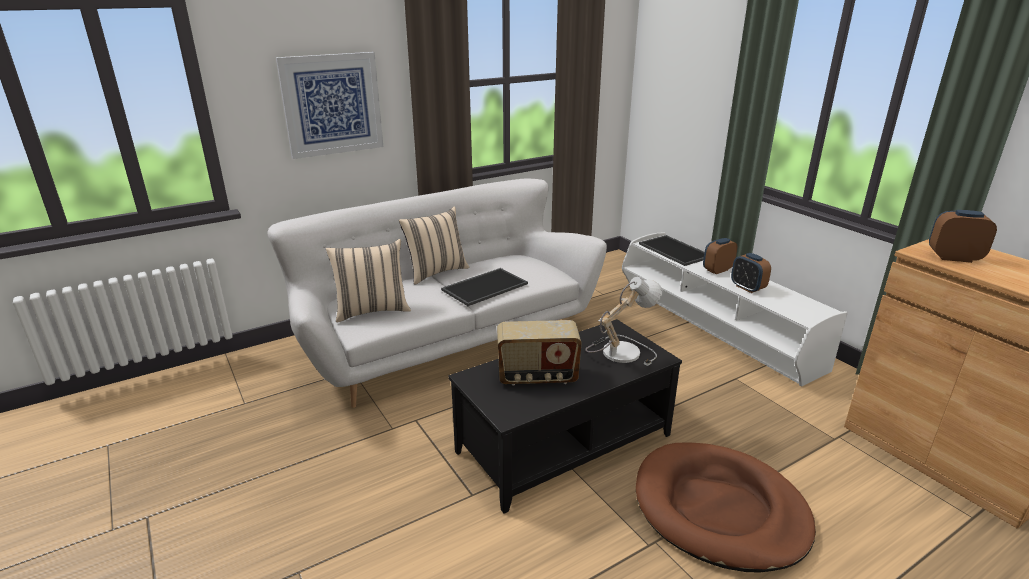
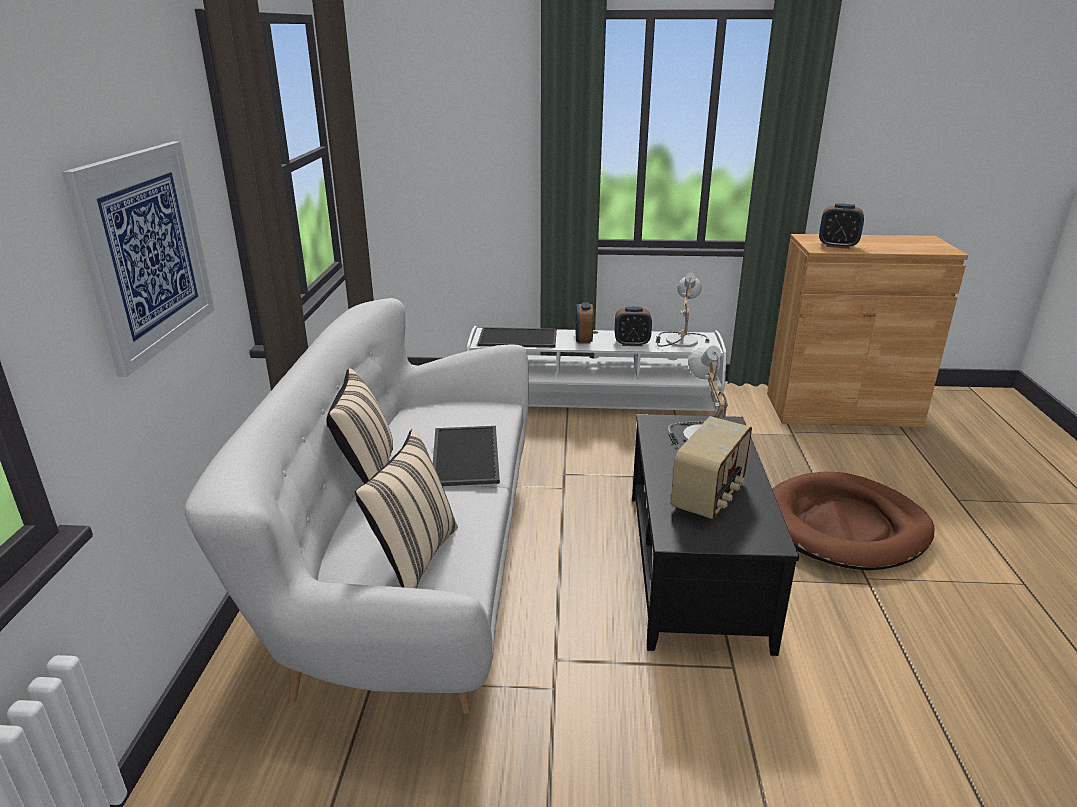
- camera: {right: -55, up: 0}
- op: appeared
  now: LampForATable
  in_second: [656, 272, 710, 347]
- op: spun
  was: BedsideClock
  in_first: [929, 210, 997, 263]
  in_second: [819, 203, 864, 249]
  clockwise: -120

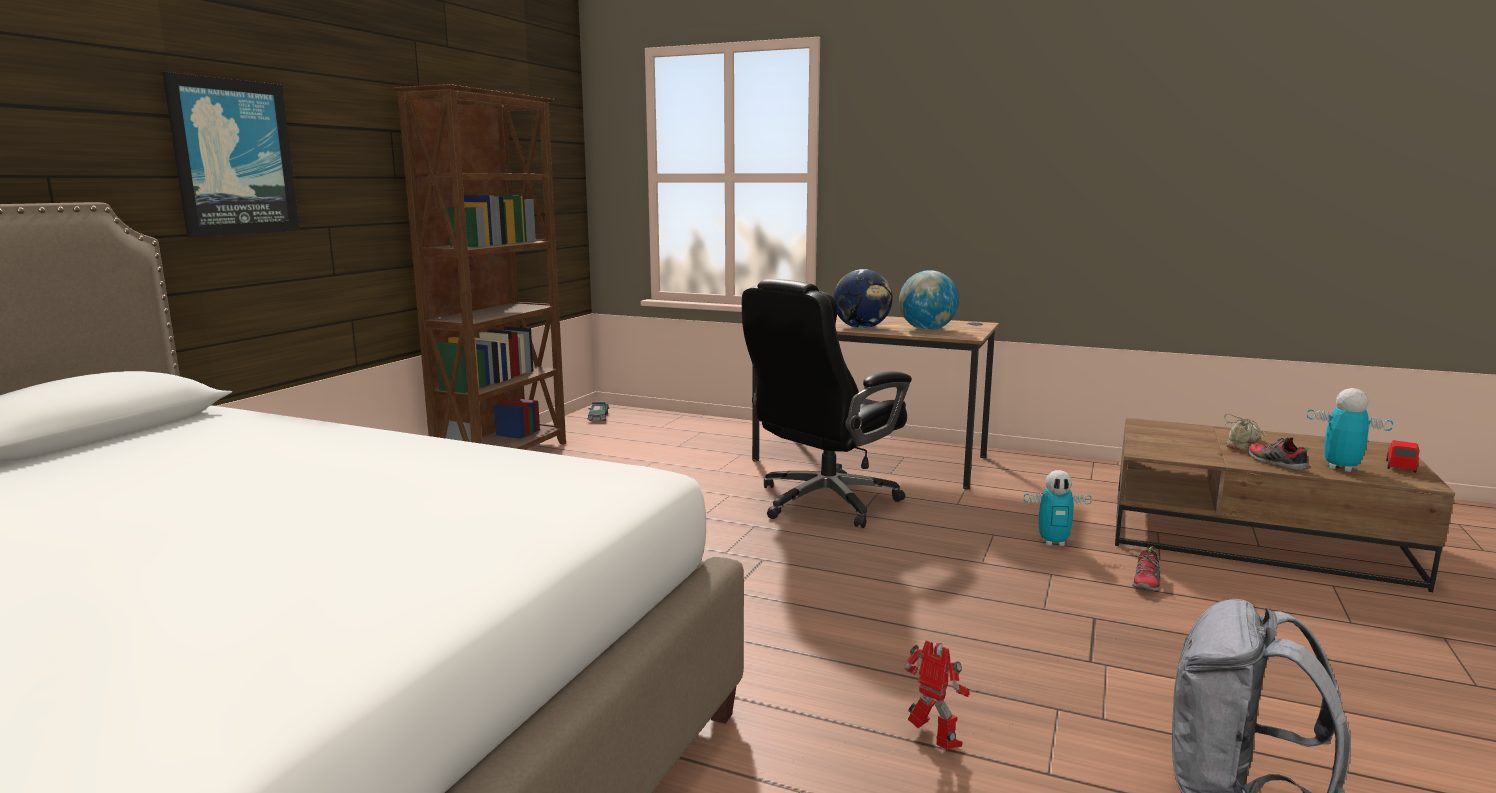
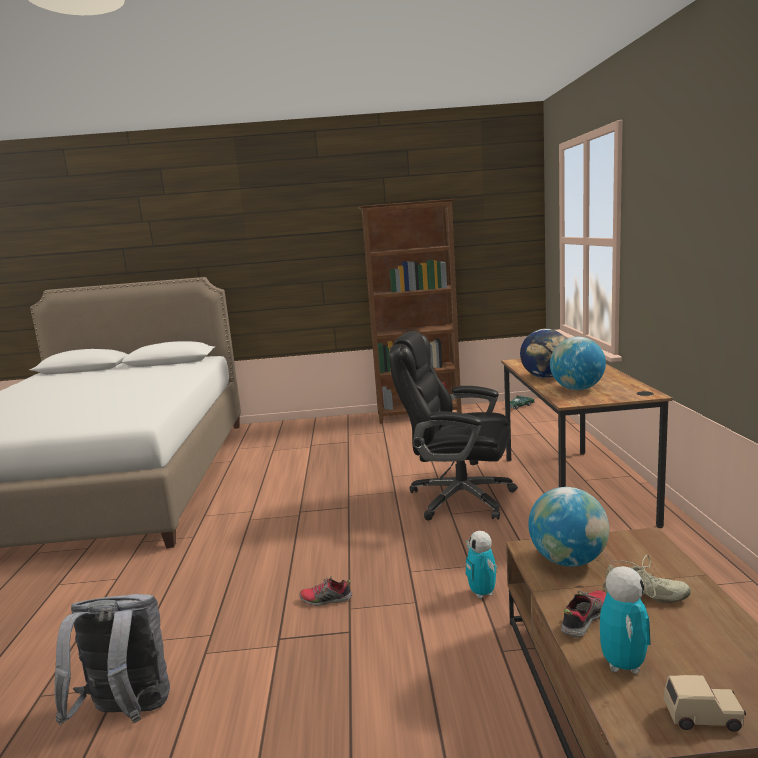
- camera: {right: 65, up: 0}
- op: missing
  was: WallArt
  in_first: [162, 72, 300, 237]
- op: missing
  was: ModelRobot
  in_first: [904, 640, 970, 749]
- op: appeared
  now: WorldGlobe
  in_second: [528, 487, 609, 567]
- op: relocated
  was: LowShoe
  in_first: [1132, 546, 1161, 591]
  in_second: [299, 576, 352, 606]
- op: colour
  was: ReddishToyCar
  now: BeigeColouredToyCar
  in_first: [1386, 440, 1420, 473]
  in_second: [664, 675, 746, 732]

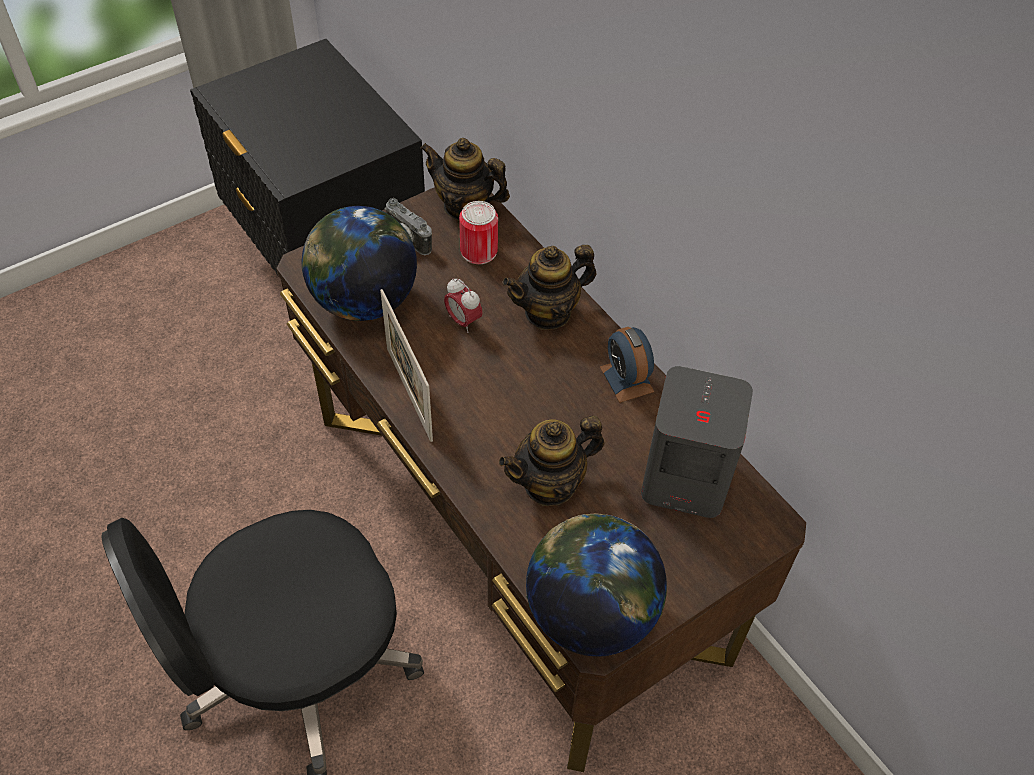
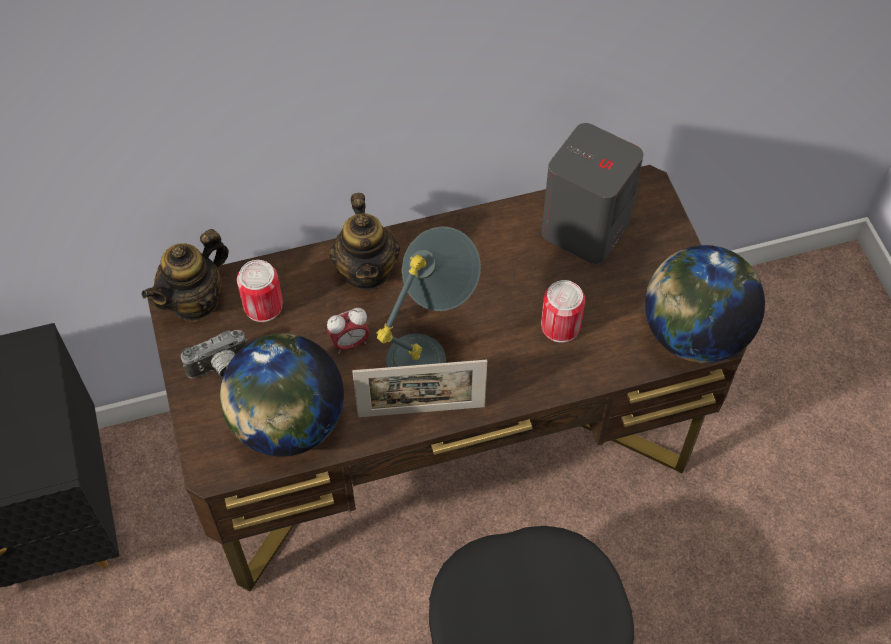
- camera: {right: -70, up: 5}
- op: missing
  was: BedsideClock
  in_first: [600, 327, 654, 403]
- op: appeared
  now: GreyishLampForATable
  in_second: [376, 227, 481, 367]
- op: exchanged
  was: TeaPot
  now: SealedCan
  in_first: [499, 416, 604, 506]
  in_second: [541, 280, 585, 343]

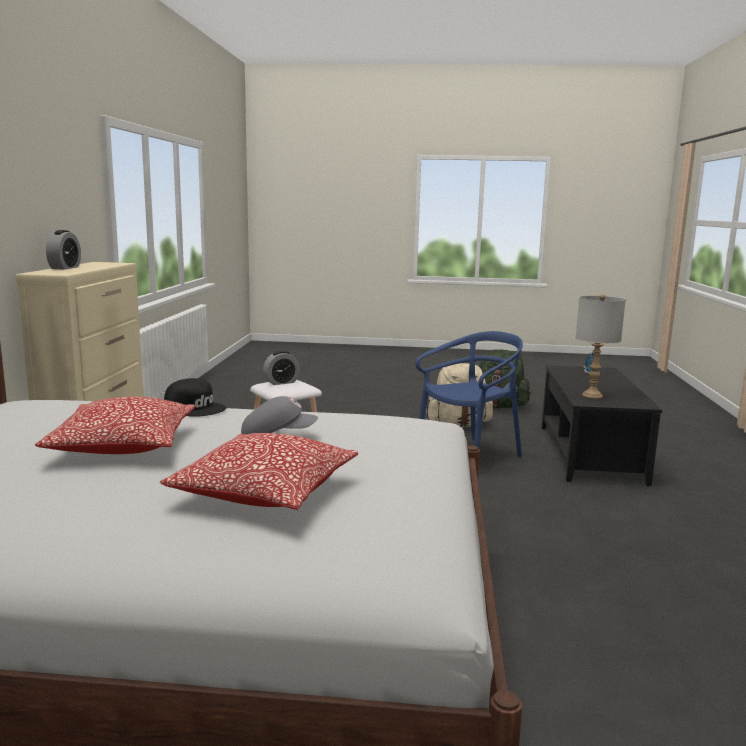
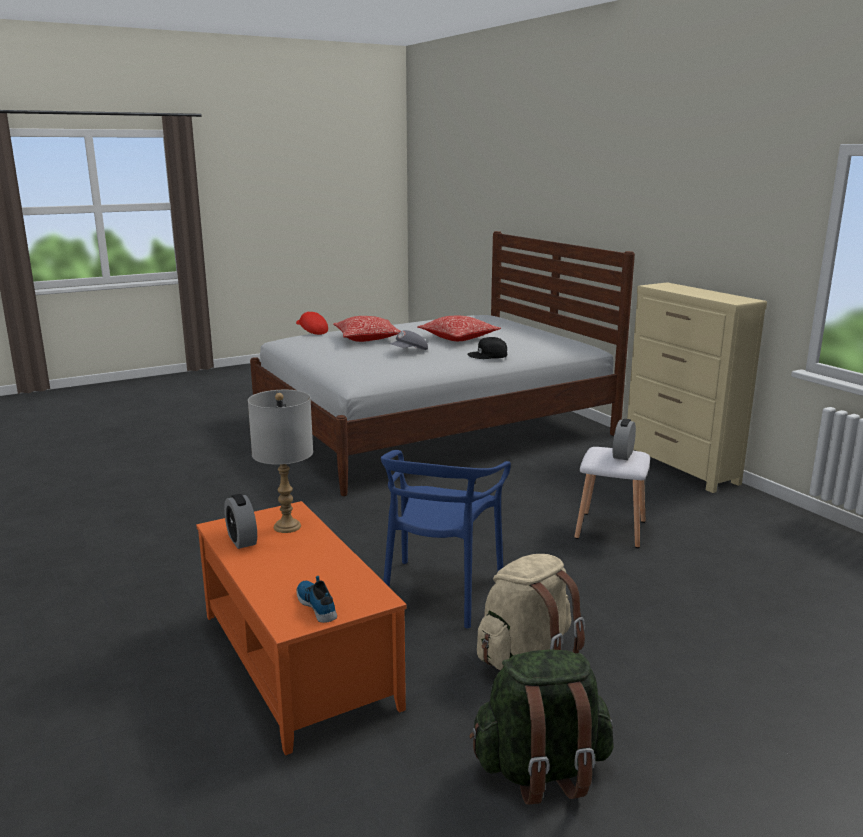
- camera: {right: 145, up: 5}
- op: appeared
  now: ReddishBaseballCap
  in_second: [296, 311, 328, 335]
- op: relocated
  was: BedsideClock
  in_first: [46, 230, 81, 269]
  in_second: [224, 494, 257, 549]
- op: colour
  was: BlackColouredCoffeeTable
  now: OrangeyCoffeeTable
  in_first: [542, 365, 662, 486]
  in_second: [196, 501, 407, 755]

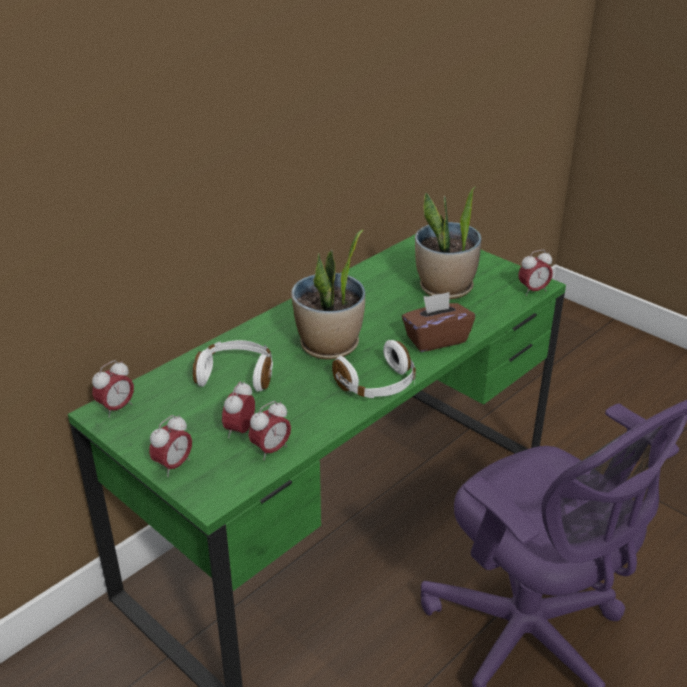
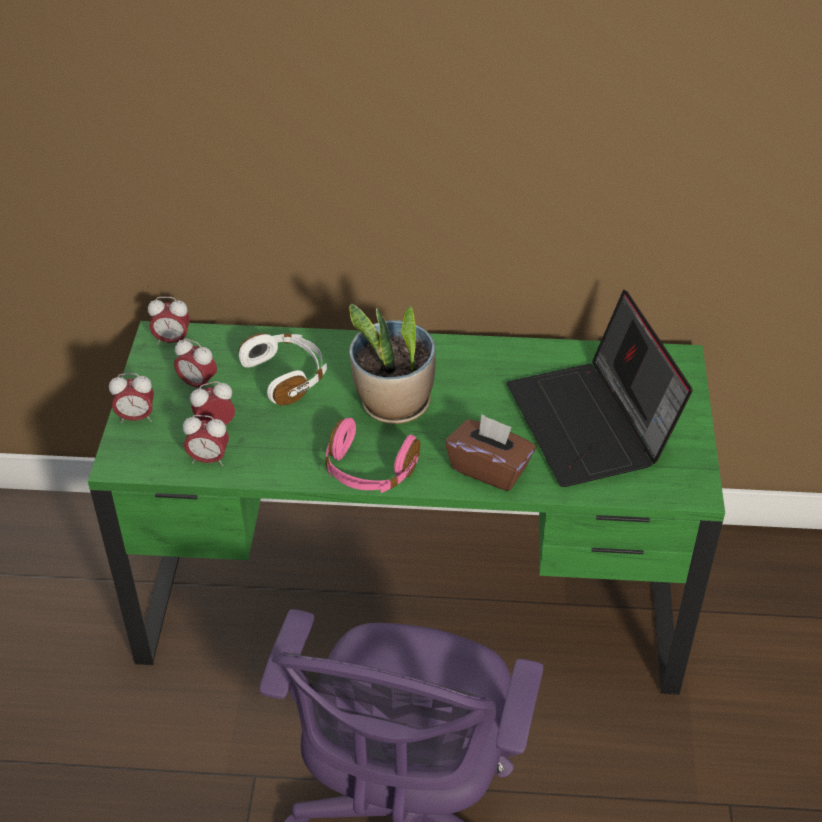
- camera: {right: 50, up: 10}
- op: relocated
  was: BedsideClock
  in_first: [518, 249, 553, 296]
  in_second: [174, 338, 217, 389]
- op: exchanged
  was: PottedPlant
  now: NotebookComputer
  in_first: [415, 187, 481, 299]
  in_second: [507, 290, 693, 487]
- op: colour
  was: WhiteColouredPairOfHeadphones
  now: PinkPairOfHeadphones
  in_first: [332, 340, 416, 398]
  in_second: [325, 418, 420, 493]

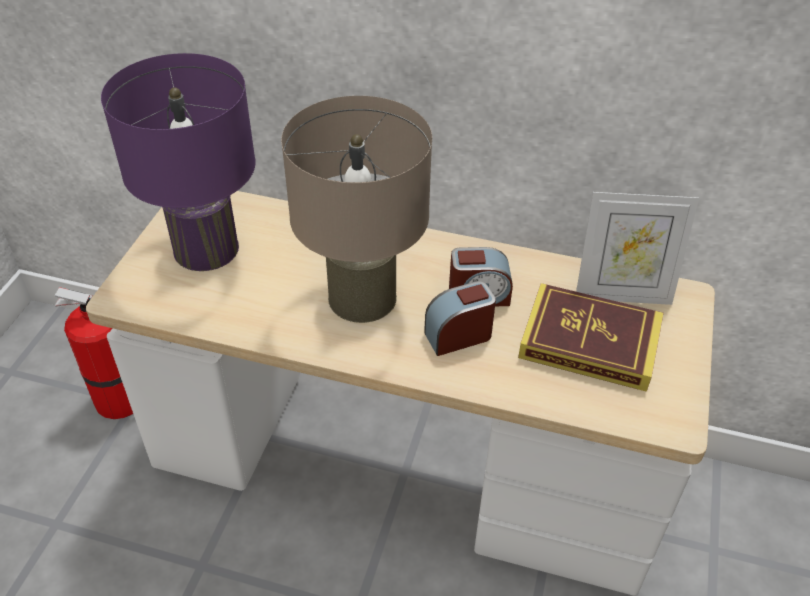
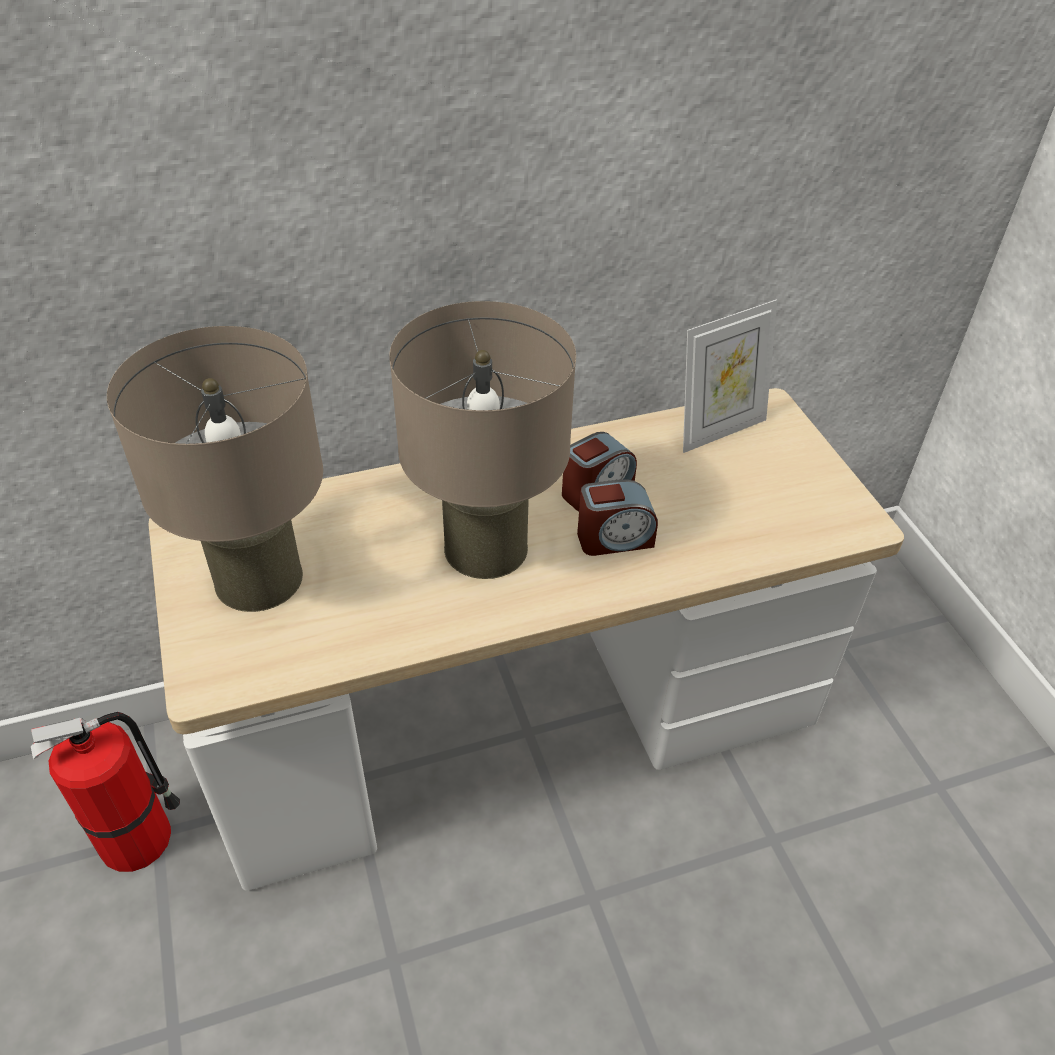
- camera: {right: -35, up: 0}
- op: missing
  was: BoundBook
  in_first: [518, 283, 664, 392]
- op: colour
  was: PurpleLampForATable
  now: BeigeColouredLampForATable
  in_first: [101, 53, 256, 271]
  in_second: [107, 326, 323, 612]
- op: spun
  was: BedsideClock
  in_first: [424, 281, 496, 356]
  in_second: [577, 479, 658, 556]
  clockwise: -135

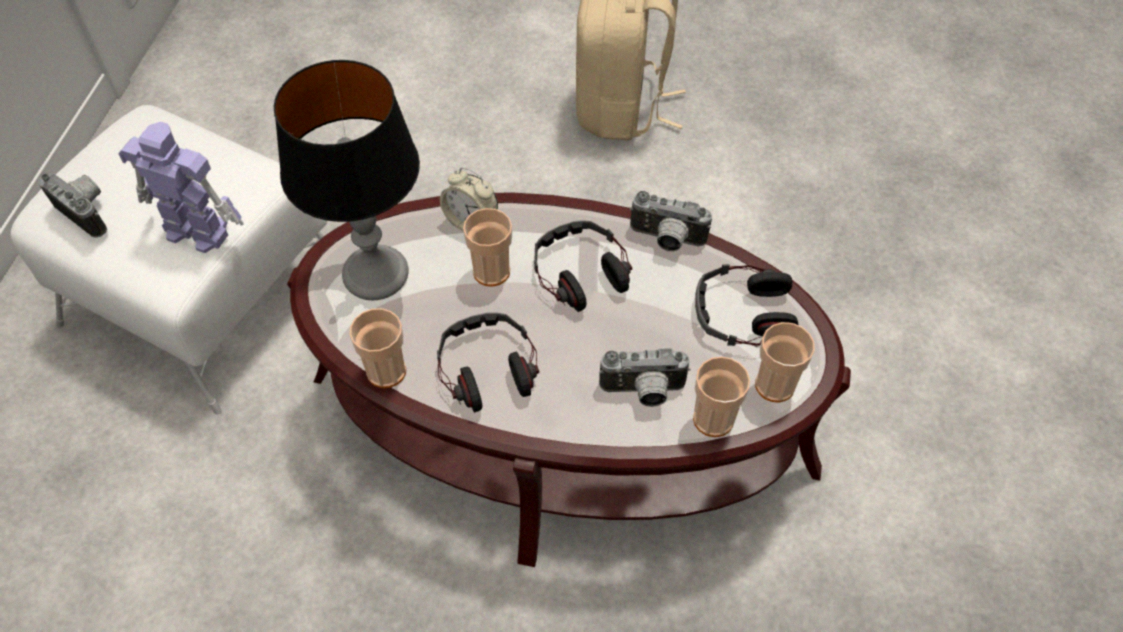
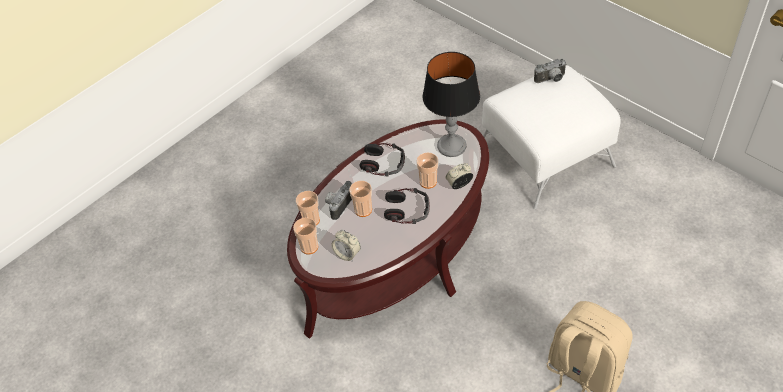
- camera: {right: 125, up: -5}
- op: missing
  was: ModelRobot
  in_first: [118, 122, 244, 253]
- op: missing
  was: StillCamera
  in_first: [630, 191, 712, 252]
- op: relocated
  was: Cup
  in_first: [350, 308, 406, 388]
  in_second: [349, 181, 372, 217]
- op: exchanged
  was: PairOfHeadphones
  now: BedsideClock
  in_first: [695, 264, 798, 347]
  in_second: [332, 230, 361, 262]

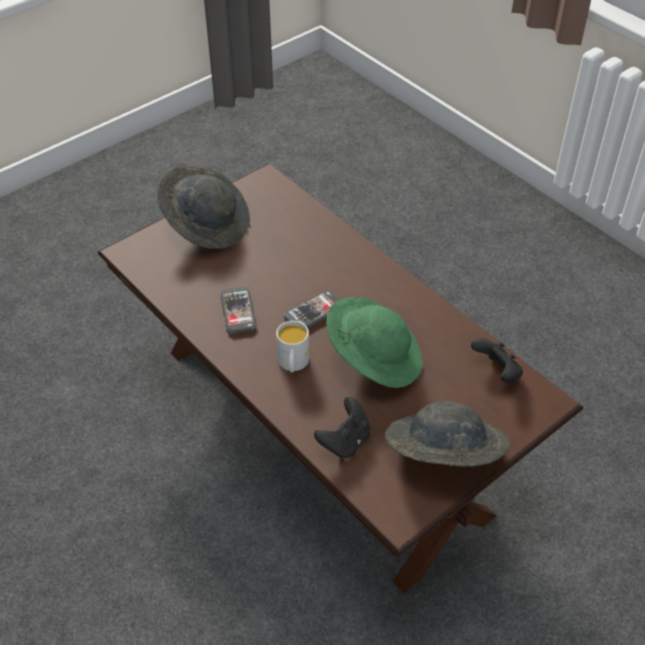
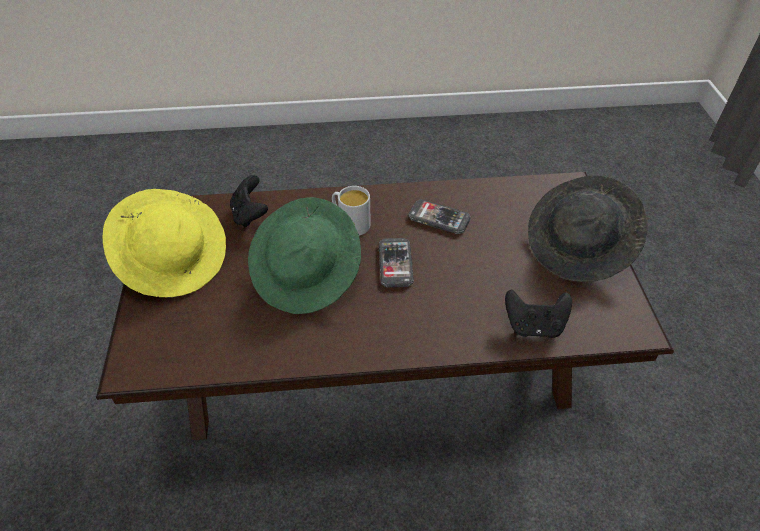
- camera: {right: 125, up: 0}
- op: relocated
  was: BlackColouredGamepad
  in_first: [471, 338, 523, 382]
  in_second: [505, 289, 572, 338]
- op: colour
  was: GreyishWearableHat
  now: YellowColouredWearableHat
  in_first: [385, 401, 510, 467]
  in_second: [102, 189, 226, 298]

